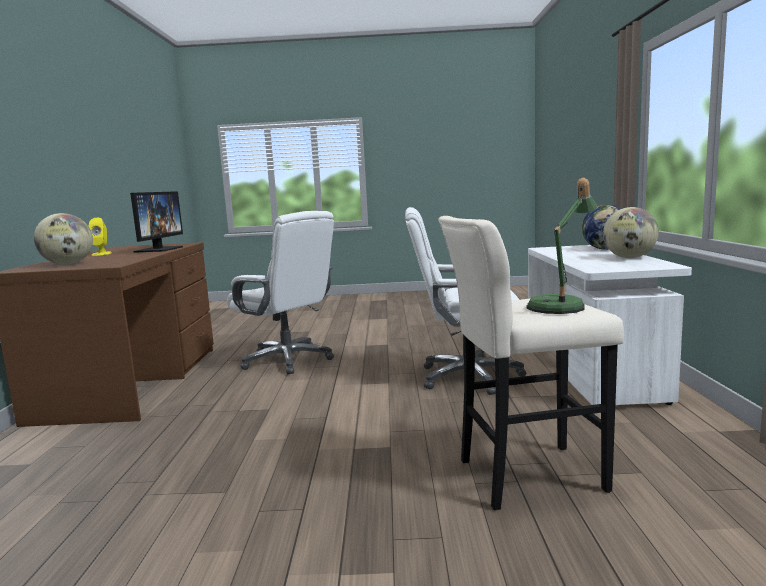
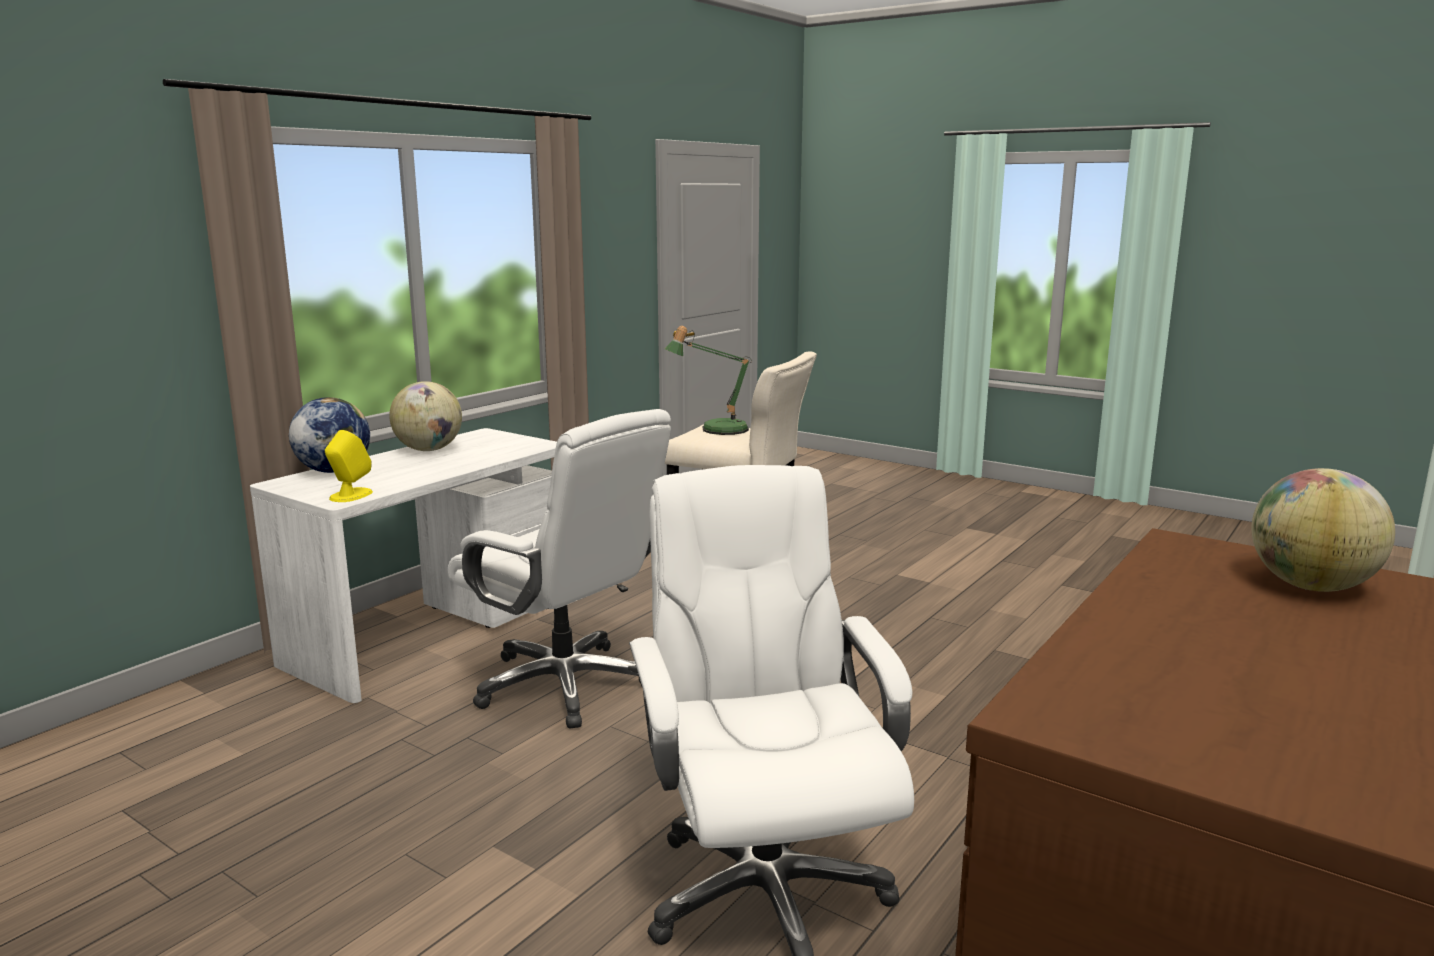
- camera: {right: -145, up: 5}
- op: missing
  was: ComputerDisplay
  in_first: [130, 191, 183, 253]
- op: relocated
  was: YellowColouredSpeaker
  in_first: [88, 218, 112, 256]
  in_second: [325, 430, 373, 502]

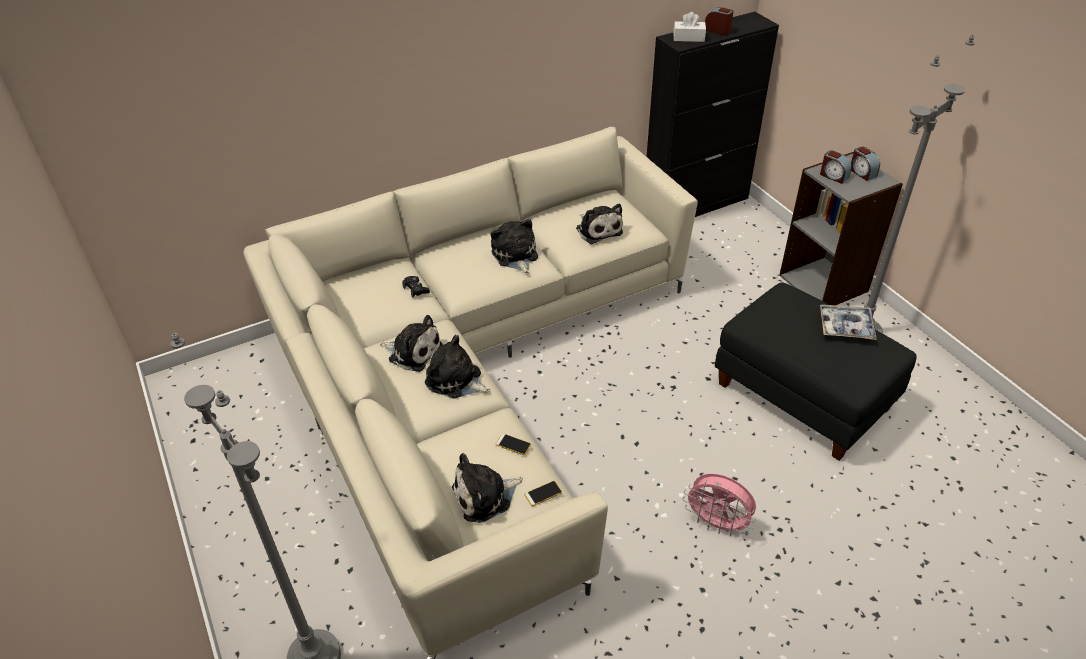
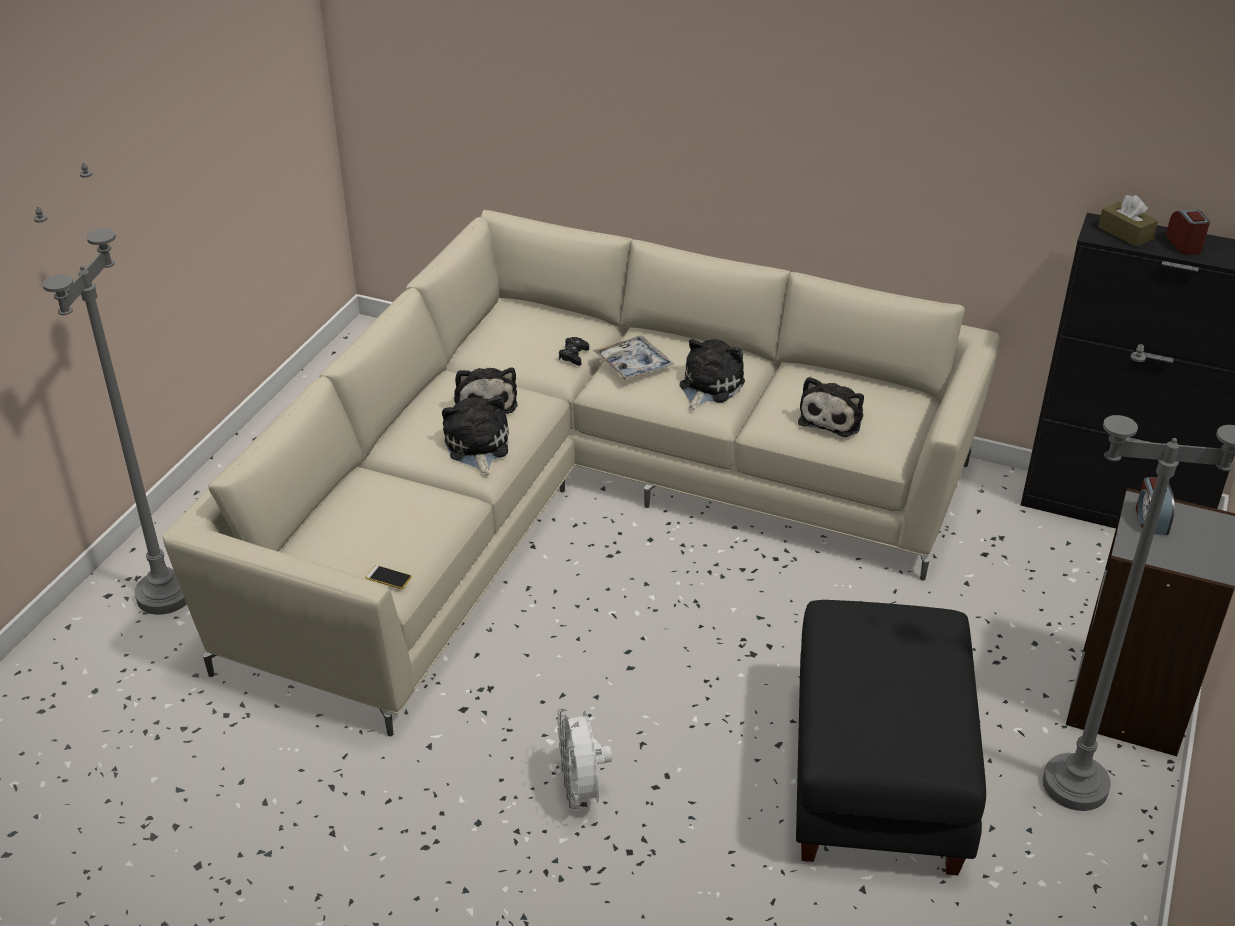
- camera: {right: 50, up: -5}
- op: missing
  was: PlushToy
  in_first: [452, 453, 523, 523]
- op: missing
  was: Phone
  in_first: [496, 434, 531, 455]
- op: missing
  was: BedsideClock
  in_first: [851, 147, 880, 181]
- op: relocated
  was: ServingTray
  in_first: [820, 304, 877, 340]
  in_second: [593, 336, 674, 381]
- op: colour
  was: WhiteColouredTissueHolder
  now: BrownishTissueHolder
  in_first: [673, 12, 706, 42]
  in_second: [1098, 195, 1158, 247]
- op: colour
  was: PinkElectricFan
  now: WhiteColouredElectricFan
  in_first: [683, 474, 756, 536]
  in_second: [557, 708, 612, 812]

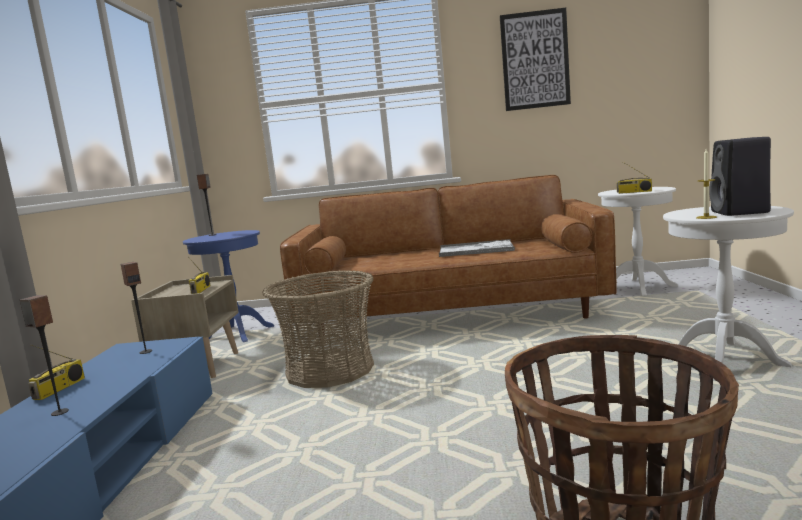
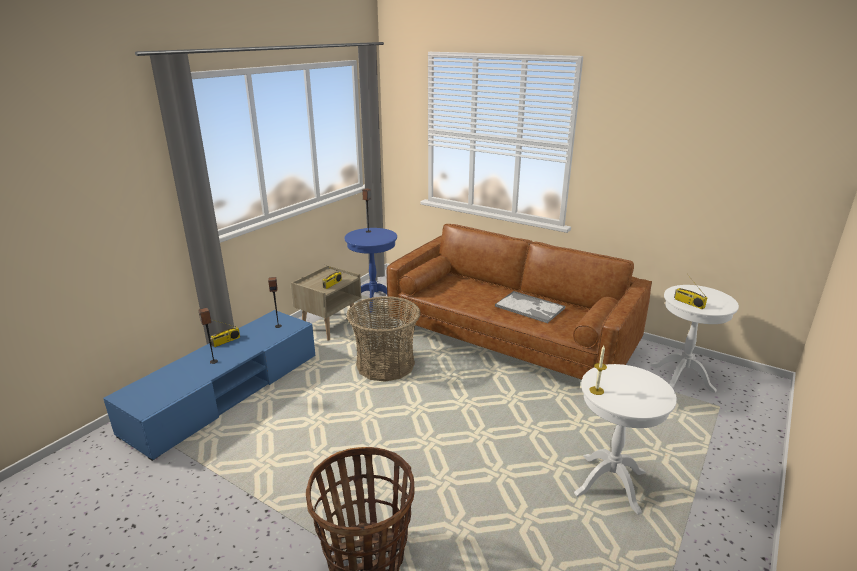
- camera: {right: 30, up: 15}
- op: missing
  was: WallArt
  in_first: [500, 8, 571, 111]
- op: missing
  was: BlackColouredSpeaker
  in_first: [709, 137, 771, 216]

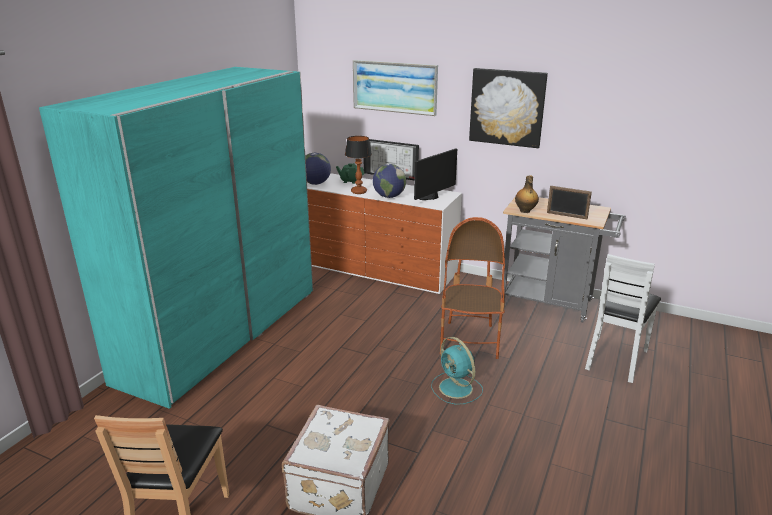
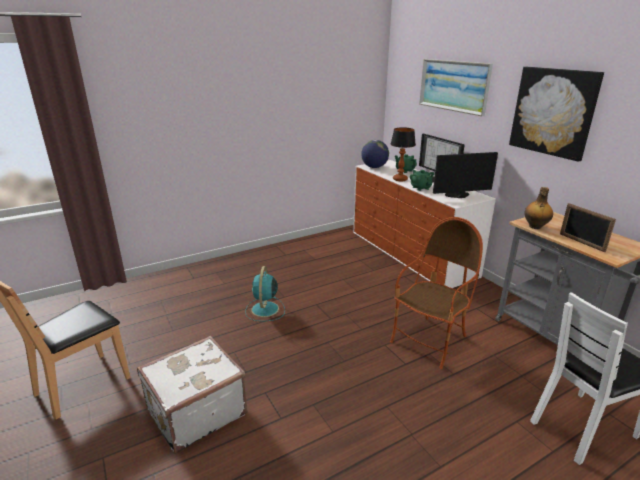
- camera: {right: 35, up: 0}
- op: missing
  was: TurquoiseColouredClothesCupboard
  in_first: [39, 67, 313, 409]
- op: relocated
  was: TurquoiseColouredElectricFan
  in_first: [431, 337, 483, 405]
  in_second: [245, 266, 285, 321]
- op: exchanged
  was: WorldGlobe
  now: GreenTeaPot
  in_first: [373, 164, 406, 198]
  in_second: [410, 170, 434, 191]

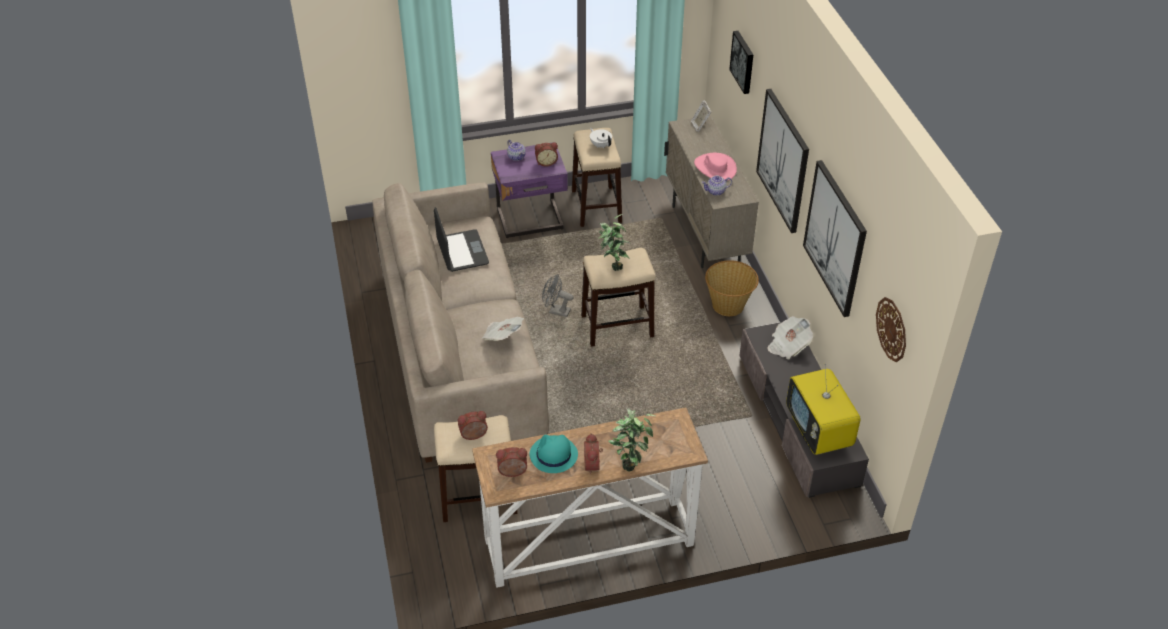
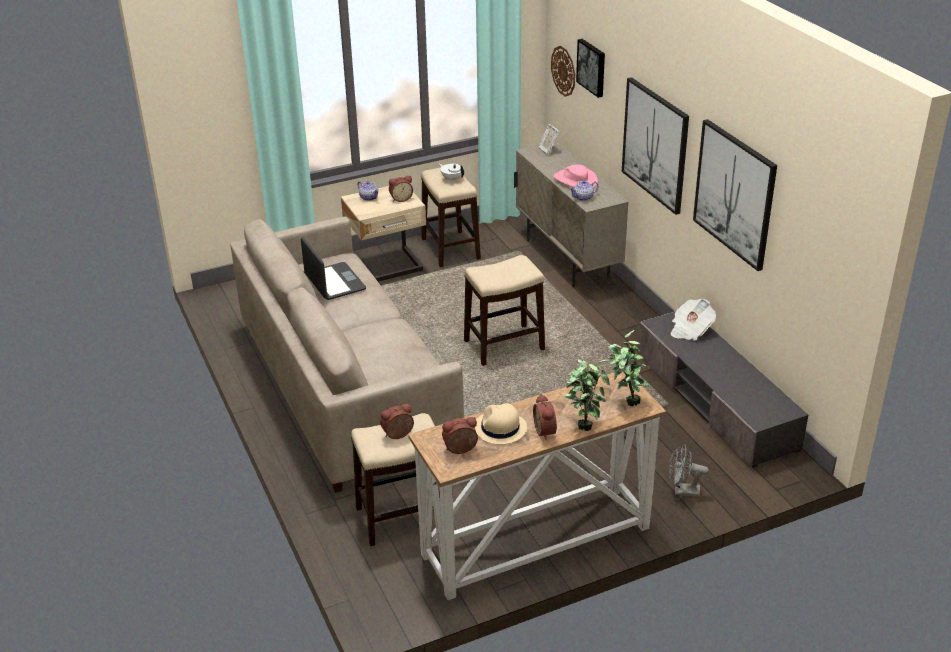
- camera: {right: -10, up: -10}
- op: missing
  was: Newspaper
  in_first: [481, 316, 524, 341]
- op: missing
  was: HouseholdBasket
  in_first: [705, 260, 759, 316]
- op: missing
  was: TvSet
  in_first: [786, 364, 861, 455]
- op: relocated
  was: GreyishElectricFan
  in_first: [542, 274, 574, 317]
  in_second: [669, 444, 709, 497]
- op: relocated
  was: PottedPlant
  in_first: [598, 214, 630, 271]
  in_second: [608, 330, 650, 406]
- op: relocated
  was: ClockOnTheWall
  in_first: [876, 297, 906, 362]
  in_second: [551, 46, 575, 97]
- op: colour
  was: PurpleNightTable
  now: BeigeColouredNightTable
  in_first: [491, 142, 568, 238]
  in_second: [341, 186, 426, 282]
- op: colour
  was: TurquoiseColouredWearableHat
  now: BeigeColouredWearableHat
  in_first: [529, 435, 578, 473]
  in_second: [475, 403, 527, 444]

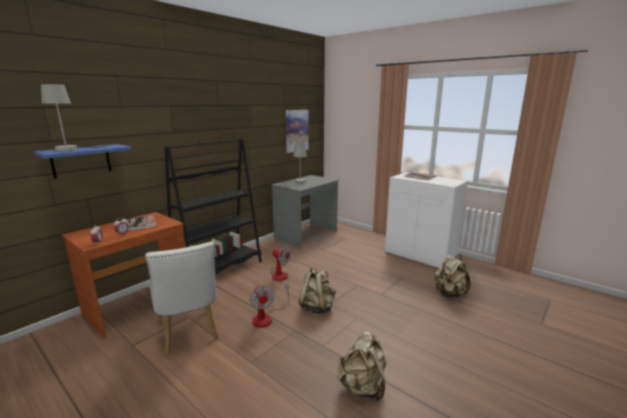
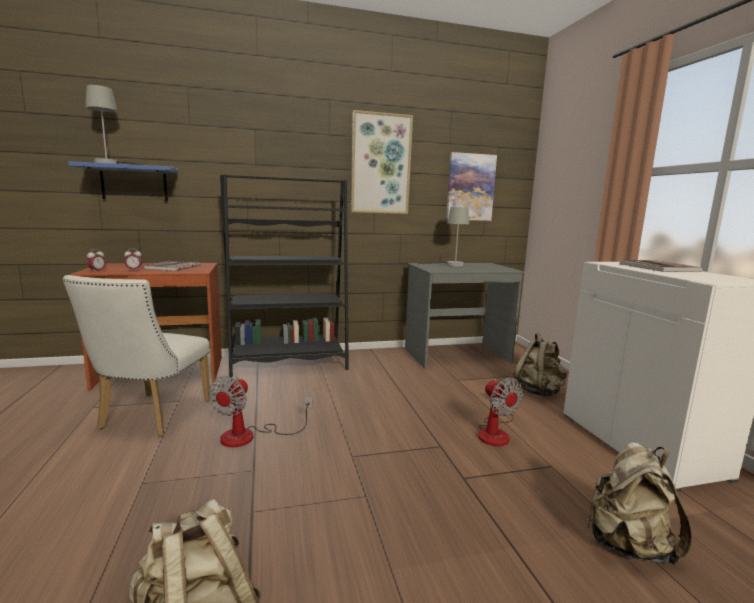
- camera: {right: 35, up: -5}
- op: appeared
  now: WallArt
  in_second: [351, 110, 413, 214]
- op: relocated
  was: ElectricFan
  in_first: [270, 245, 291, 281]
  in_second: [478, 378, 523, 446]
- op: relocated
  was: BeigeColouredKnapsack
  in_first: [299, 268, 336, 314]
  in_second: [513, 333, 567, 396]

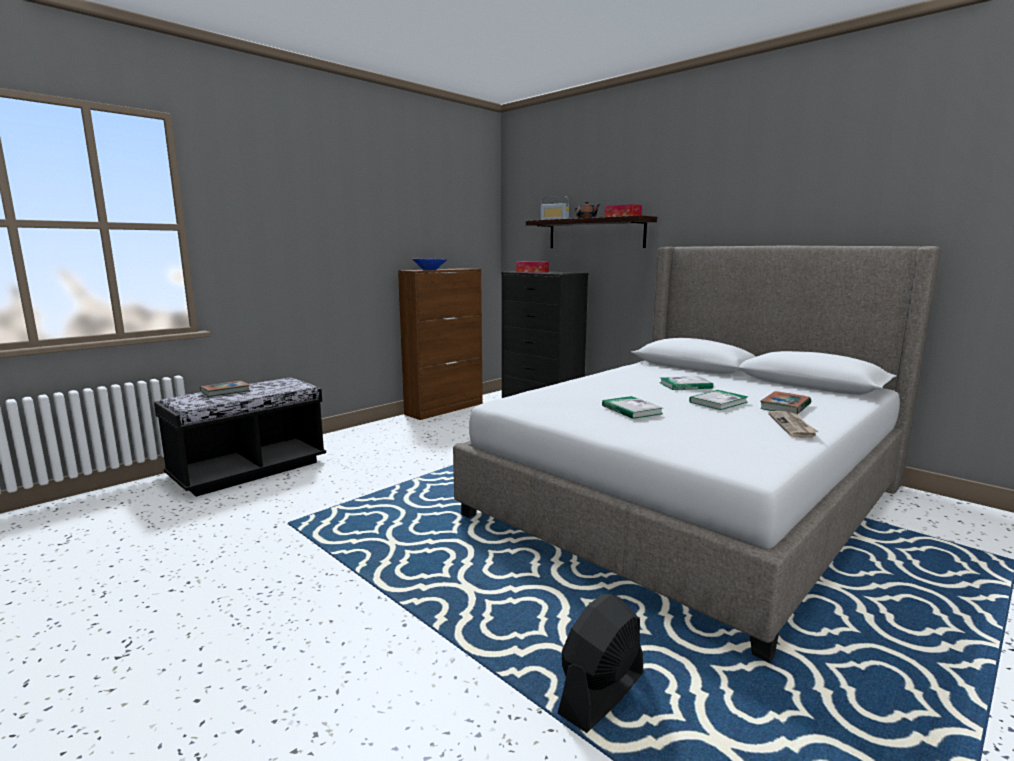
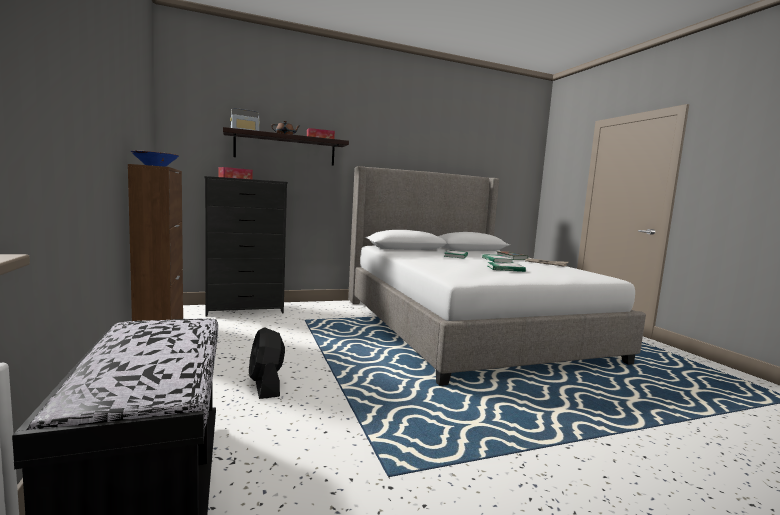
- camera: {right: -65, up: -5}
- op: missing
  was: BoundBook
  in_first: [200, 381, 250, 397]
- op: relocated
  was: BlackColouredElectricFan
  in_first: [558, 594, 643, 733]
  in_second: [249, 327, 285, 399]

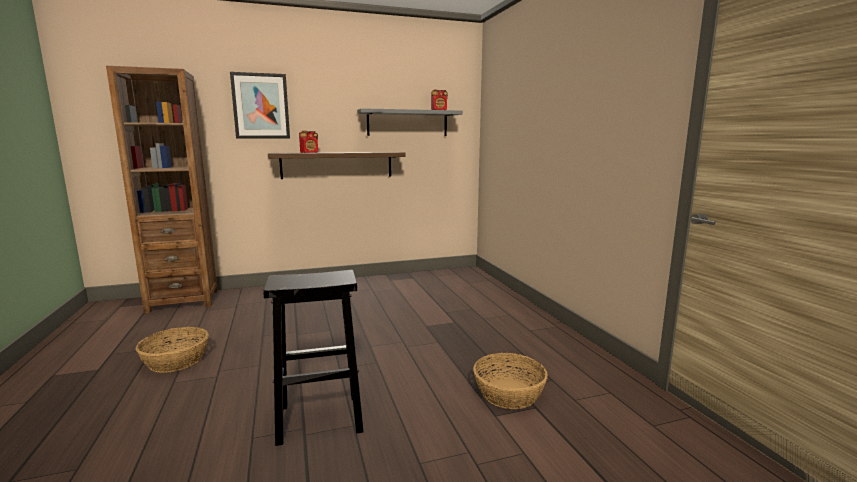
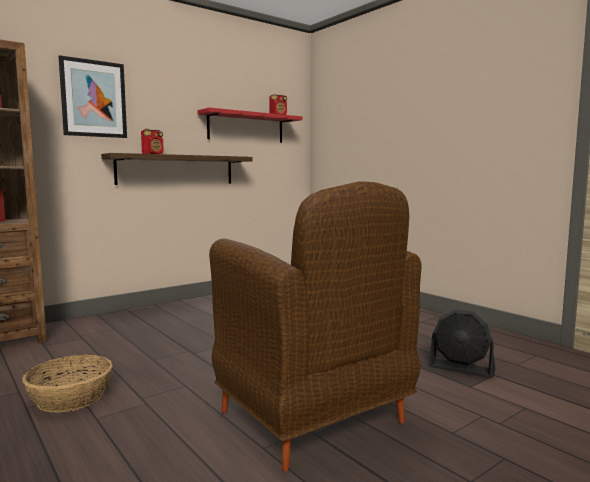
- camera: {right: -20, up: -5}
- op: exchanged
  was: BlackColouredStool
  now: BrownishLoungeChair
  in_first: [263, 270, 363, 446]
  in_second: [209, 181, 421, 471]
- op: exchanged
  was: HouseholdBasket
  now: BlackColouredElectricFan
  in_first: [473, 353, 548, 409]
  in_second: [428, 309, 495, 378]
- op: colour
  was: GreyishWallShelf
  now: ReddishWallShelf
  in_first: [357, 108, 463, 136]
  in_second: [197, 107, 302, 143]

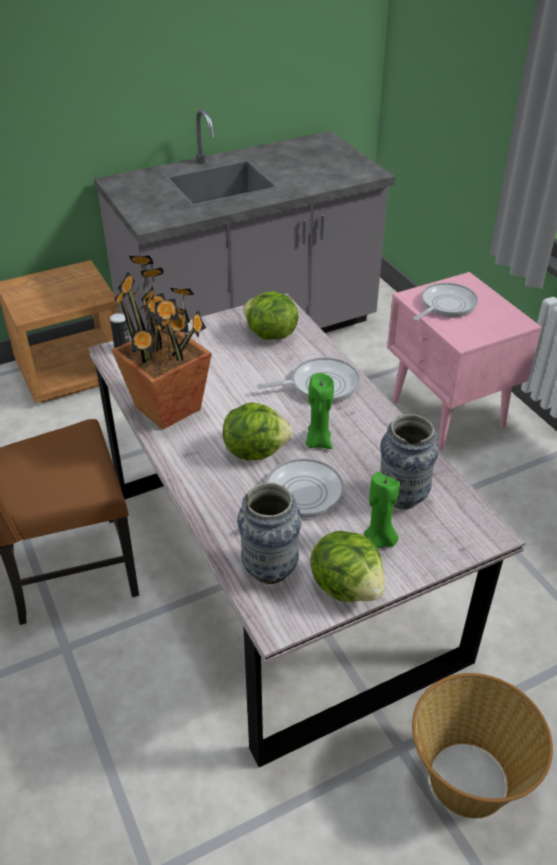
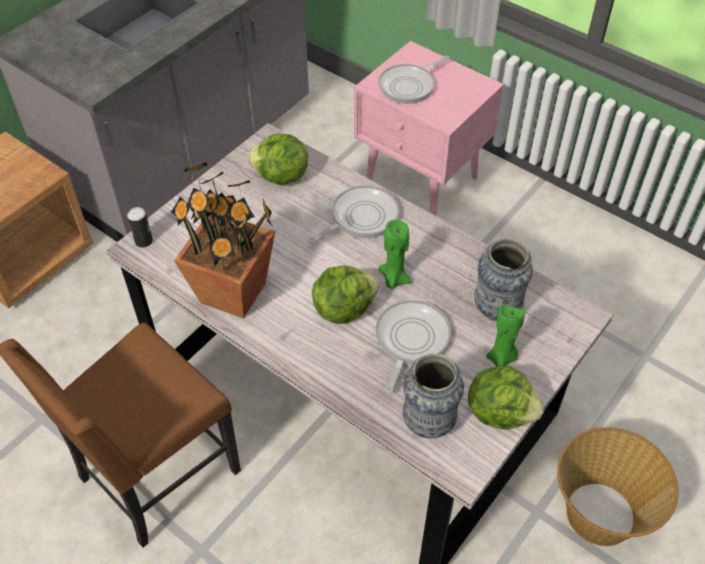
- camera: {right: -25, up: 10}
- op: spun
  was: Pan
  in_first: [413, 283, 478, 321]
  in_second: [379, 56, 449, 104]
  clockwise: -150

